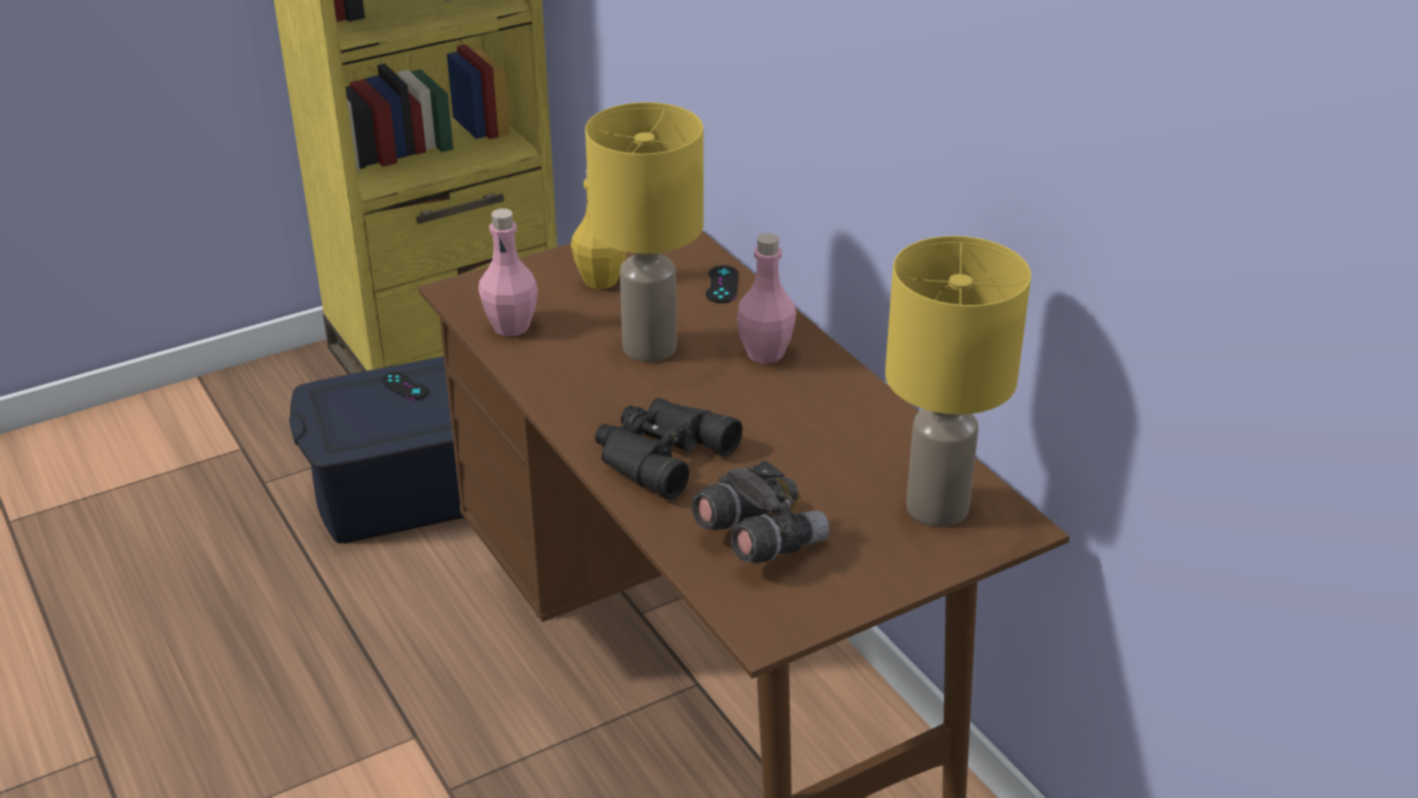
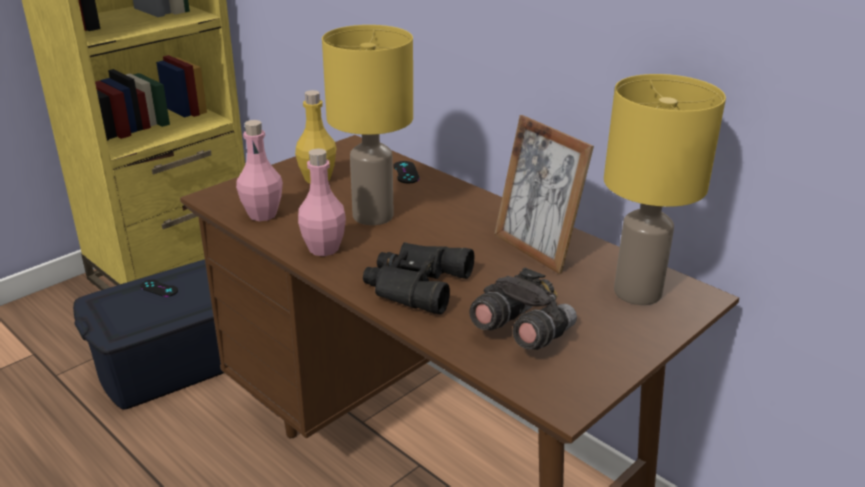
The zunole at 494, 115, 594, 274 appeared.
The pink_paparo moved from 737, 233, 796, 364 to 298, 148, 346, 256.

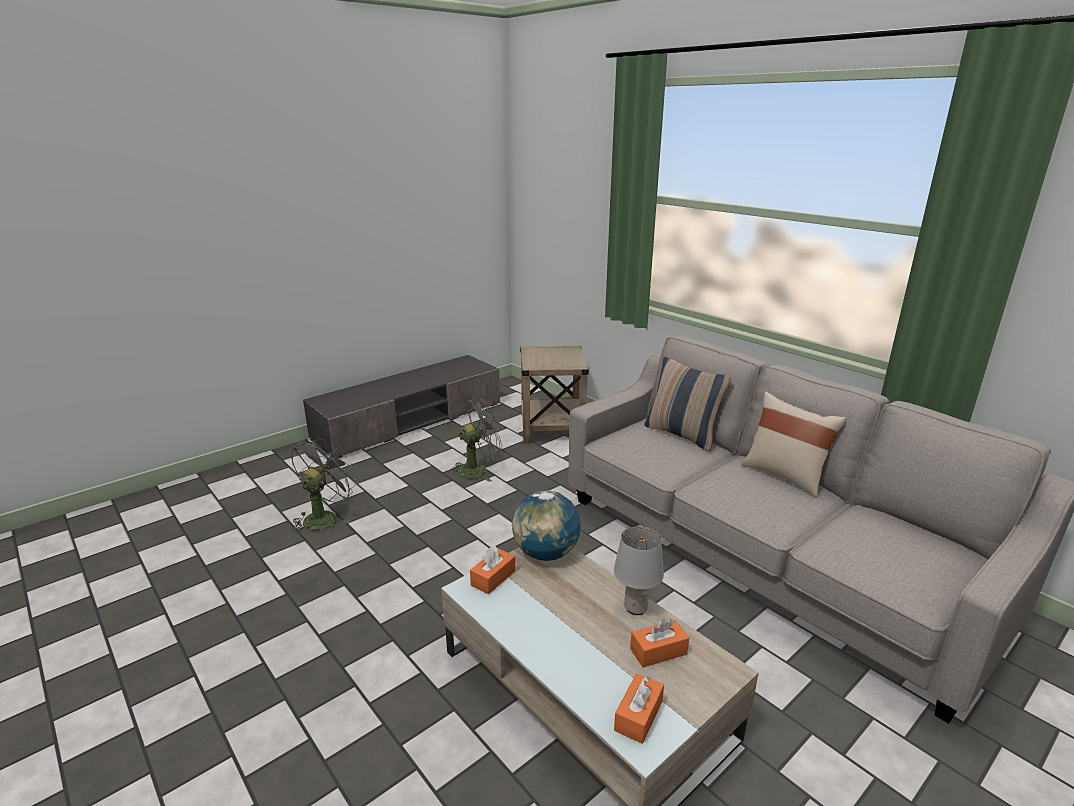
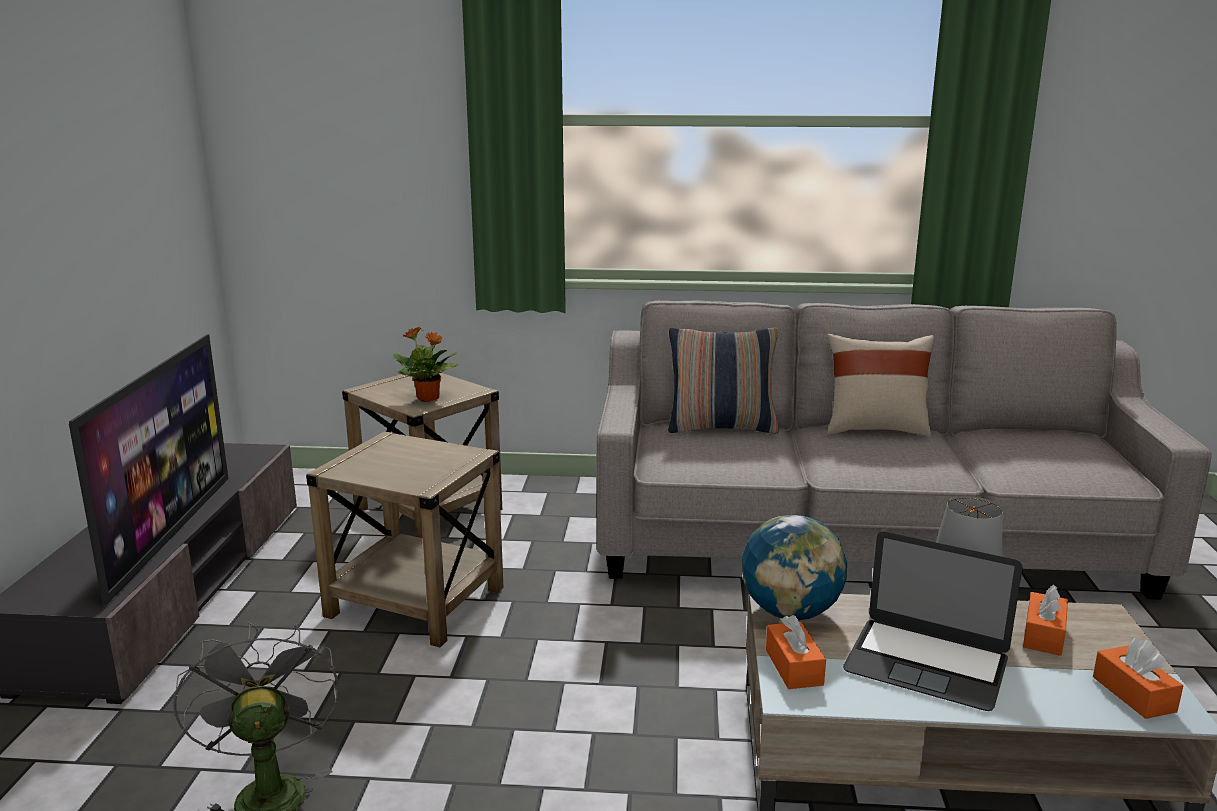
The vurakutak at 69, 334, 229, 605 appeared.
The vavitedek at 392, 327, 458, 402 appeared.
The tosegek at 843, 532, 1022, 711 appeared.
The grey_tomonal at 448, 398, 502, 481 was replaced by the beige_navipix at 306, 431, 503, 647.

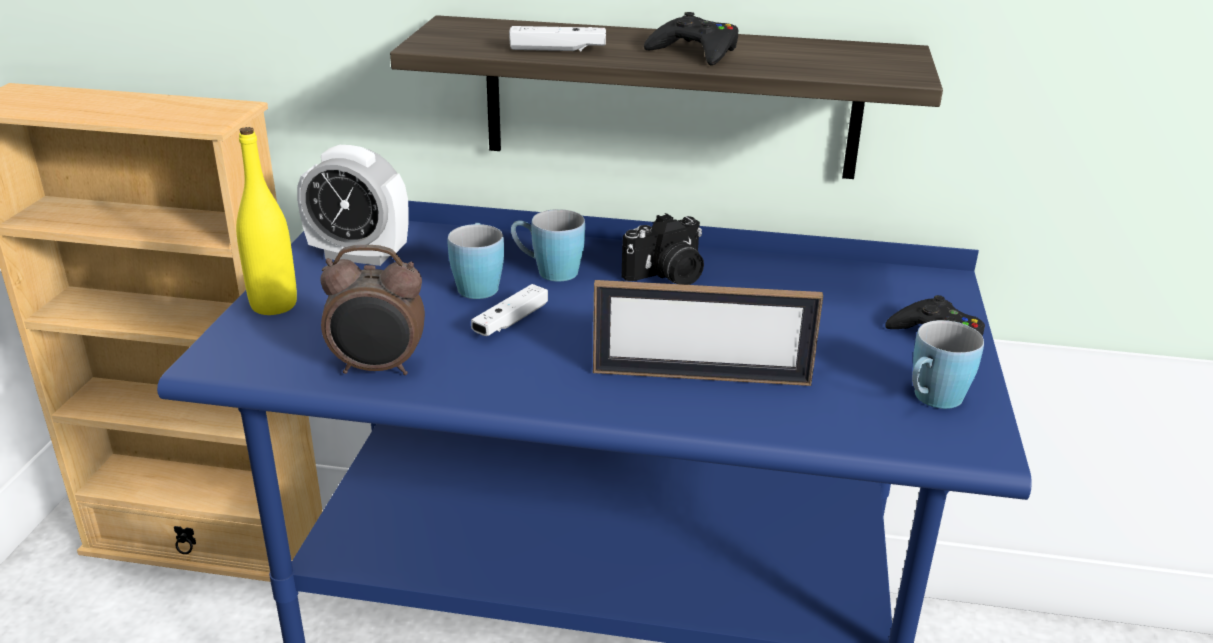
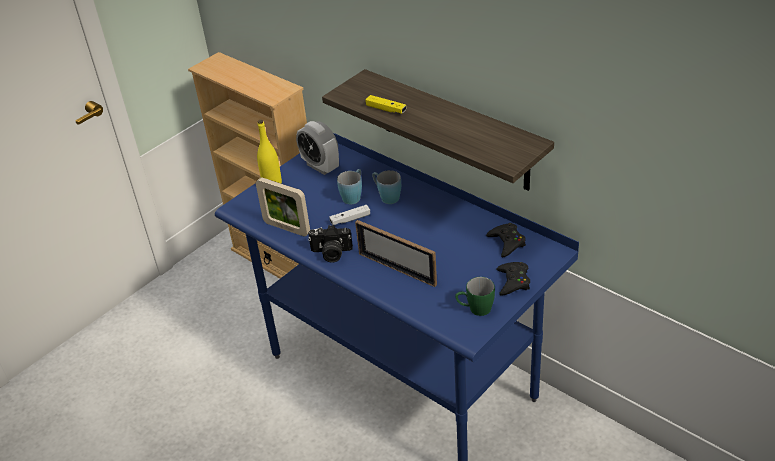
The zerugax moved from 621, 213, 704, 285 to 308, 225, 353, 262.
The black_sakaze moved from 644, 12, 739, 65 to 486, 223, 526, 257.
The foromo at 320, 245, 425, 375 was replaced by the zunole at 256, 177, 310, 237.
The white_sakaze at 509, 26, 606, 51 became the yellow_sakaze at 365, 95, 406, 114.
The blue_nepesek at 912, 320, 984, 409 became the green_nepesek at 455, 277, 495, 316.

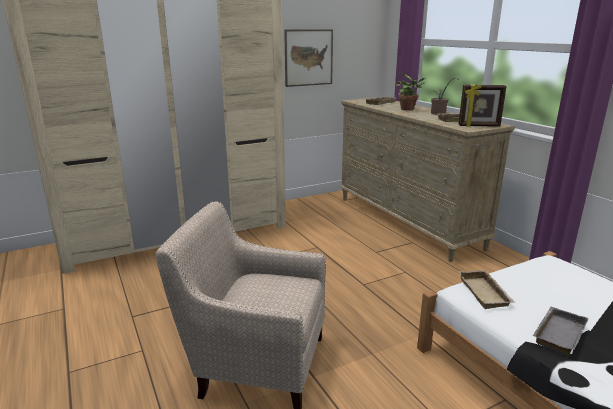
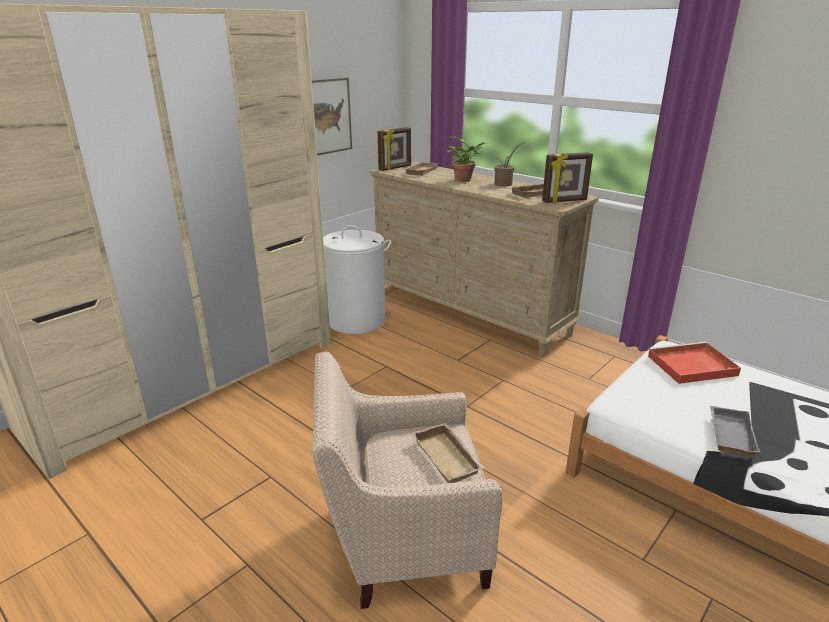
The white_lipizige at 323, 225, 391, 334 appeared.
The zunole at 378, 127, 411, 171 appeared.
The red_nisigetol at 648, 342, 741, 384 appeared.
The beige_nisigetol moved from 458, 270, 515, 309 to 412, 423, 485, 483.

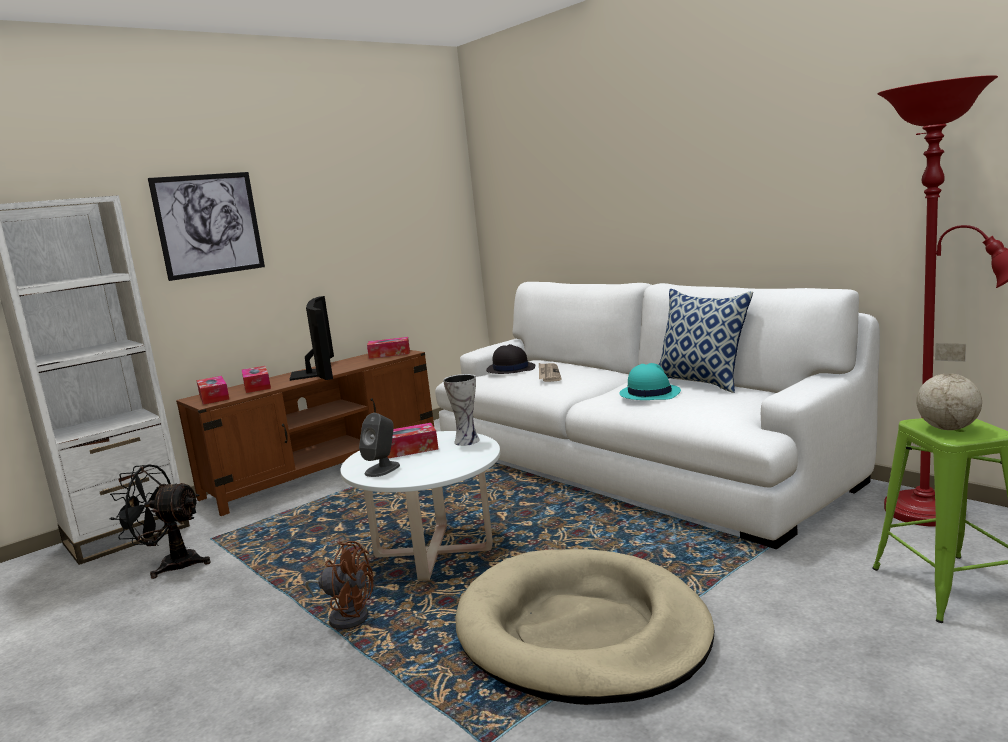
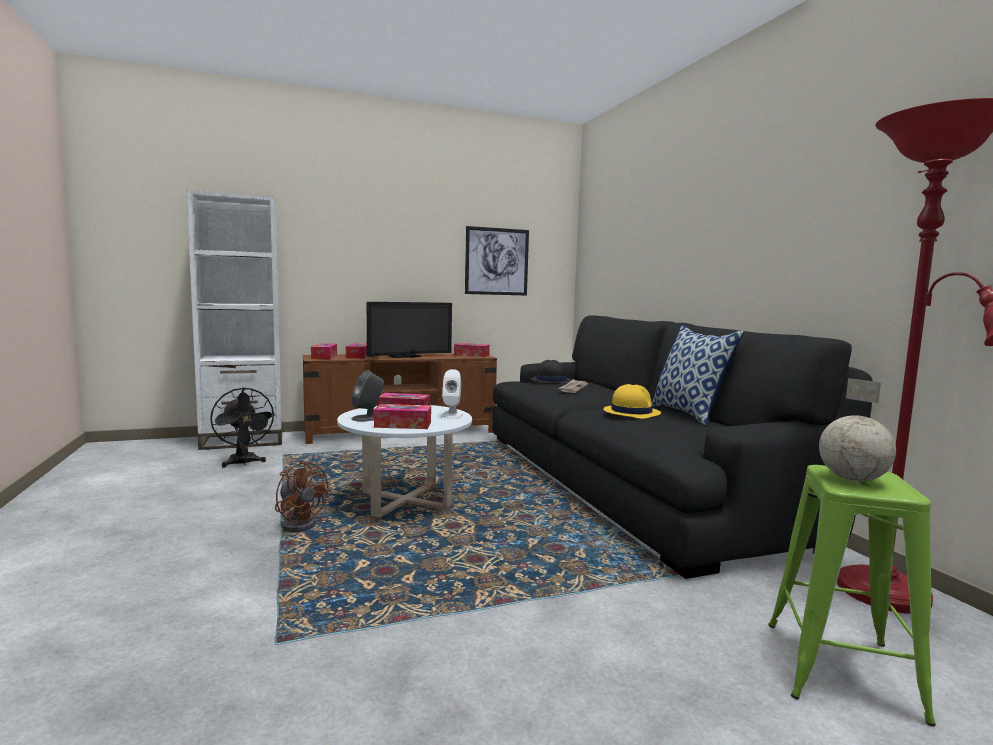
The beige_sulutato at 455, 549, 714, 705 disappeared.
The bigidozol at 374, 404, 431, 429 appeared.
The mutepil moved from 148, 172, 265, 281 to 465, 226, 529, 296.
The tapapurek at 443, 374, 480, 446 was replaced by the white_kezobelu at 441, 369, 463, 419.
The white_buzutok at 435, 282, 880, 549 became the black_buzutok at 492, 315, 873, 579.
The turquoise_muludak at 619, 363, 681, 400 became the yellow_muludak at 603, 384, 661, 419.
The black_tomonal at 110, 464, 211, 579 turned 150 degrees counterclockwise.
The vurakutak at 290, 296, 334, 381 turned 45 degrees clockwise.

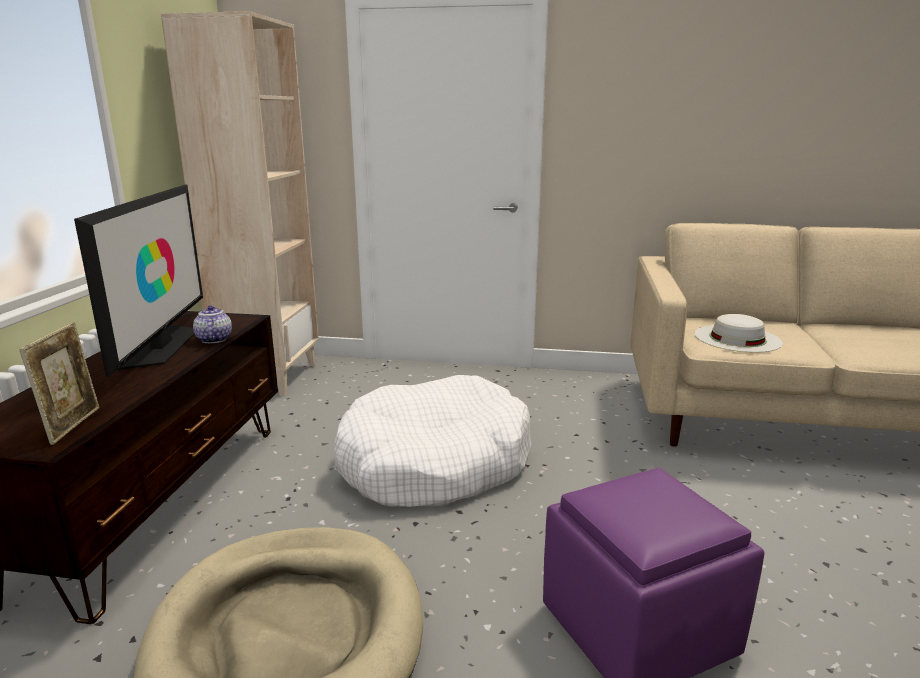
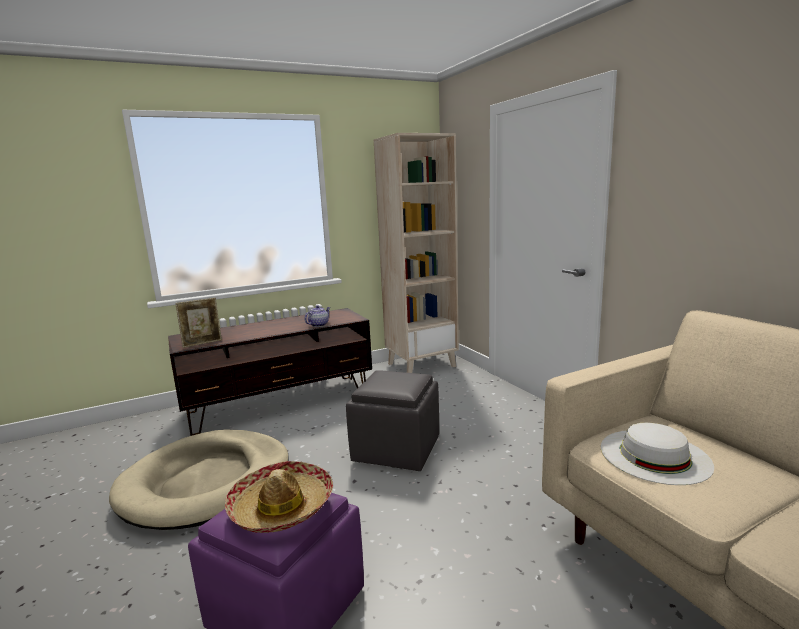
The vurakutak at 74, 185, 203, 377 disappeared.
The muludak at 225, 461, 333, 533 appeared.
The white_sulutato at 334, 375, 531, 507 was replaced by the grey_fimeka at 346, 370, 439, 471.

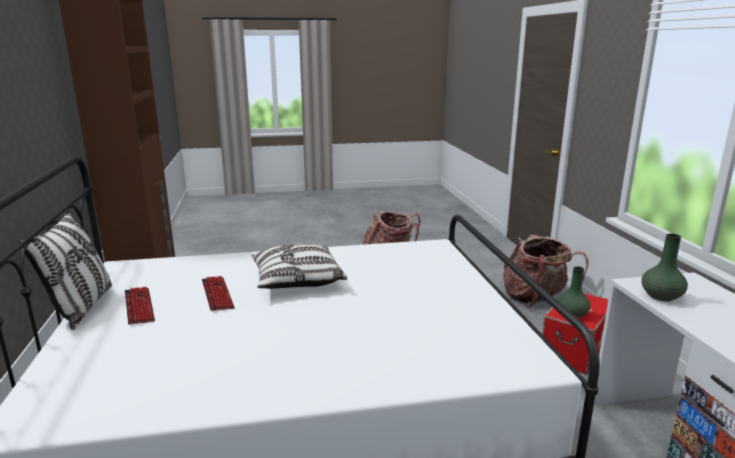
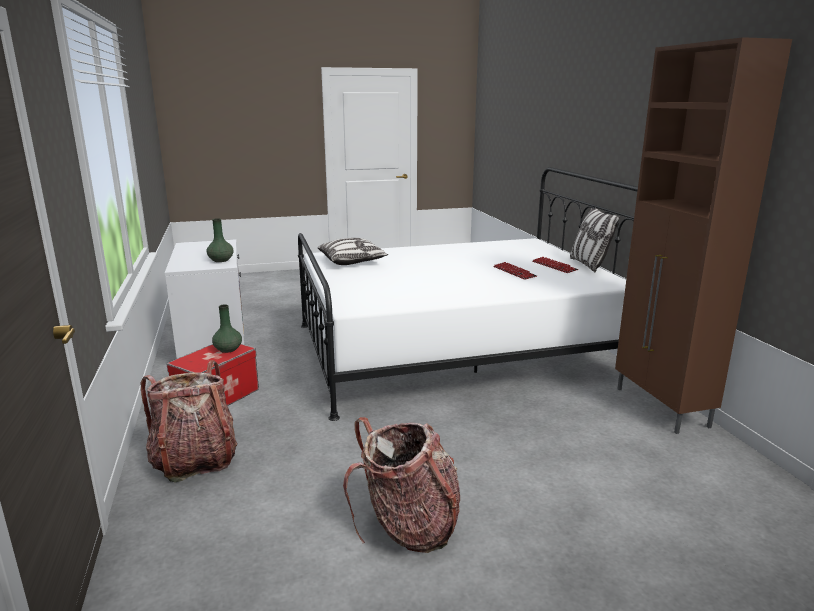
The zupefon moved from 252, 244, 347, 289 to 318, 238, 388, 265.

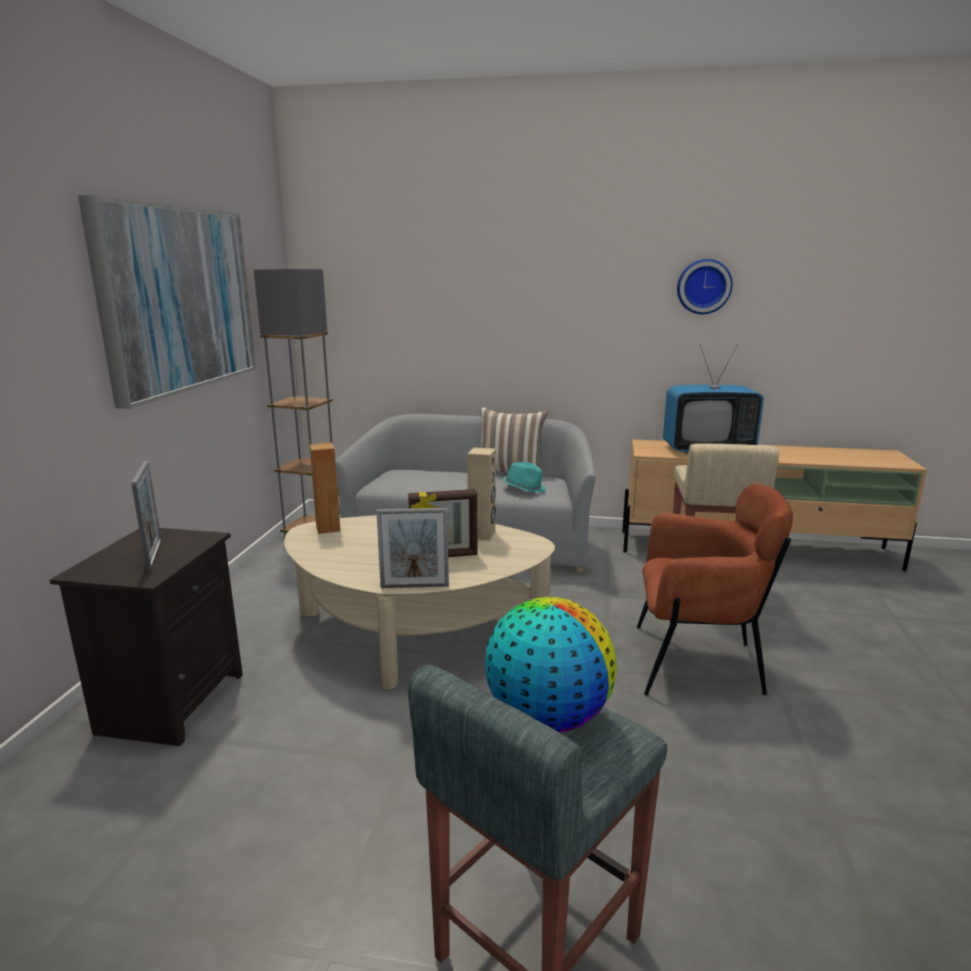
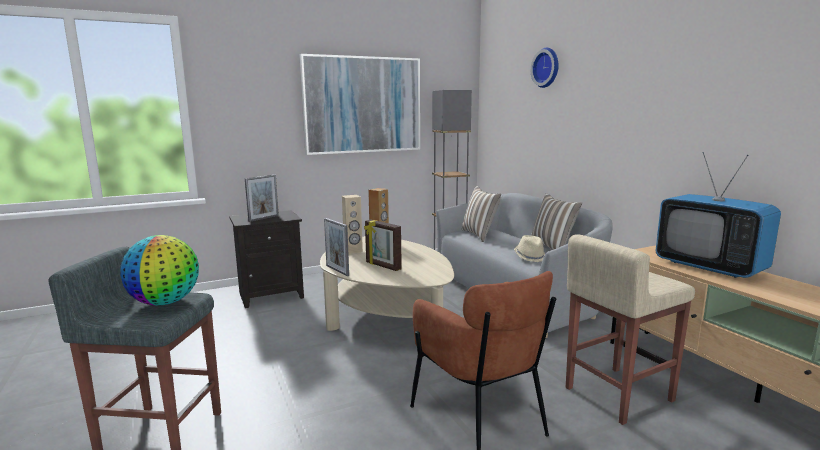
The zupefon at 462, 186, 501, 242 appeared.
The beige_kezobelu moved from 467, 448, 496, 540 to 342, 195, 363, 254.
The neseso moved from 677, 259, 733, 314 to 531, 48, 559, 88.
The turquoise_muludak at 502, 462, 546, 493 became the beige_muludak at 514, 235, 545, 262.

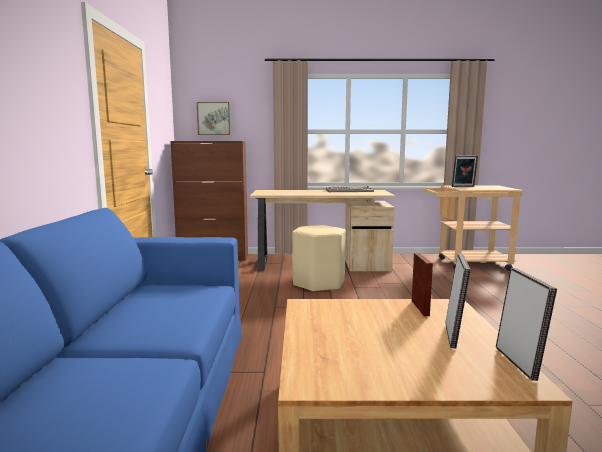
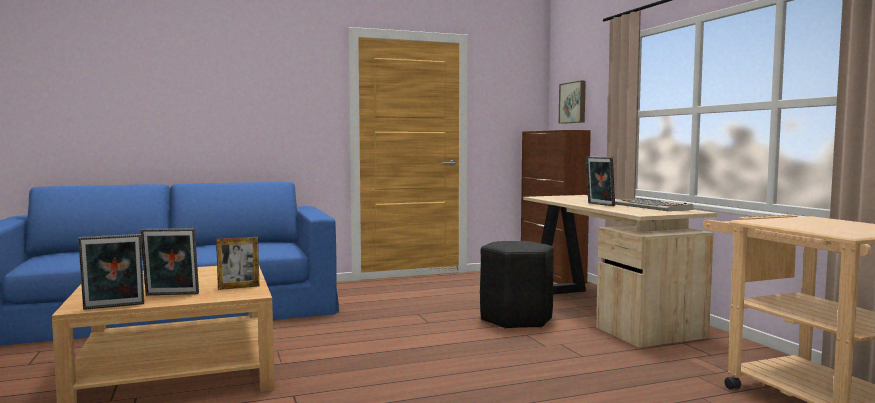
The zunole moved from 452, 156, 478, 187 to 586, 157, 615, 206.
The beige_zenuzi at 292, 225, 346, 292 became the black_zenuzi at 480, 241, 554, 329.

